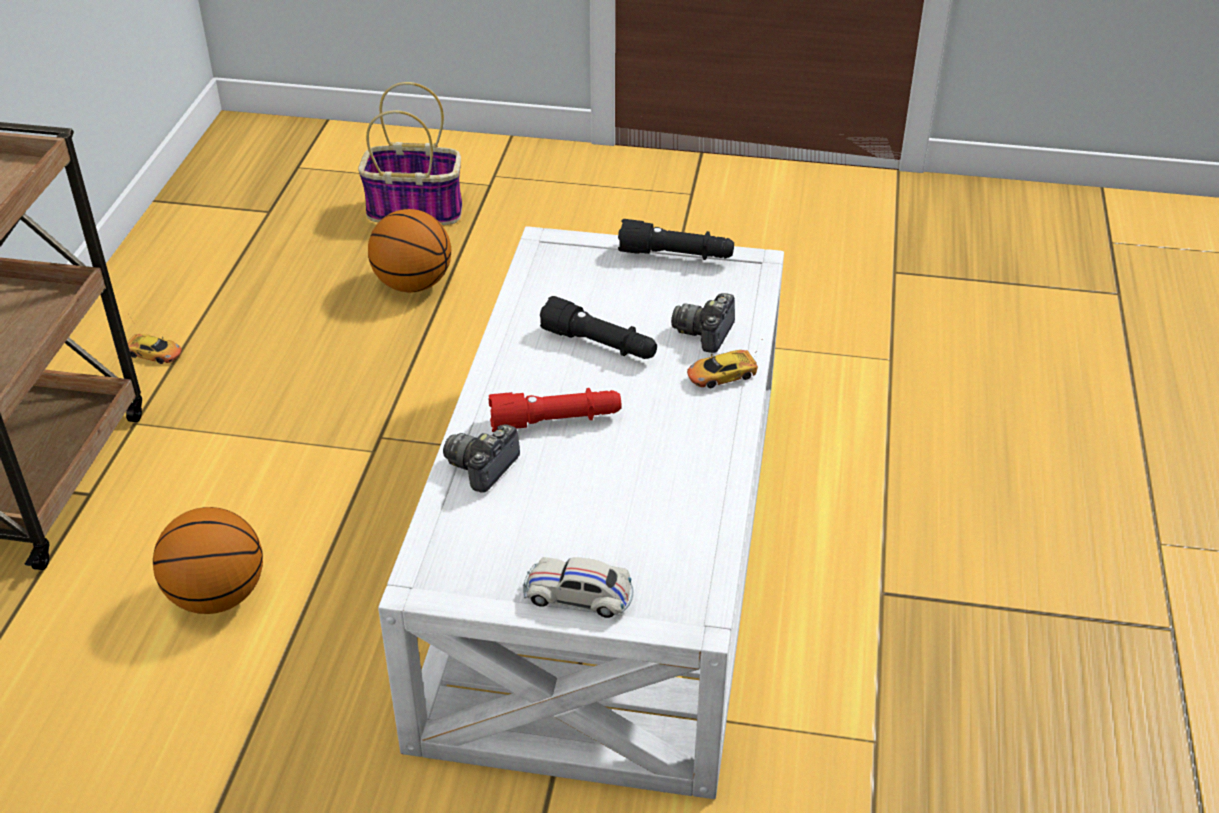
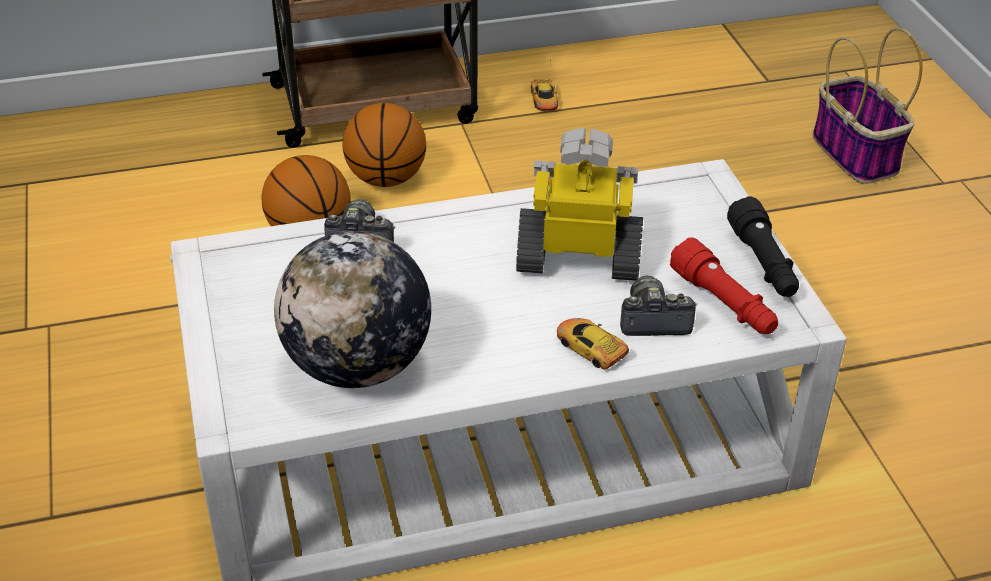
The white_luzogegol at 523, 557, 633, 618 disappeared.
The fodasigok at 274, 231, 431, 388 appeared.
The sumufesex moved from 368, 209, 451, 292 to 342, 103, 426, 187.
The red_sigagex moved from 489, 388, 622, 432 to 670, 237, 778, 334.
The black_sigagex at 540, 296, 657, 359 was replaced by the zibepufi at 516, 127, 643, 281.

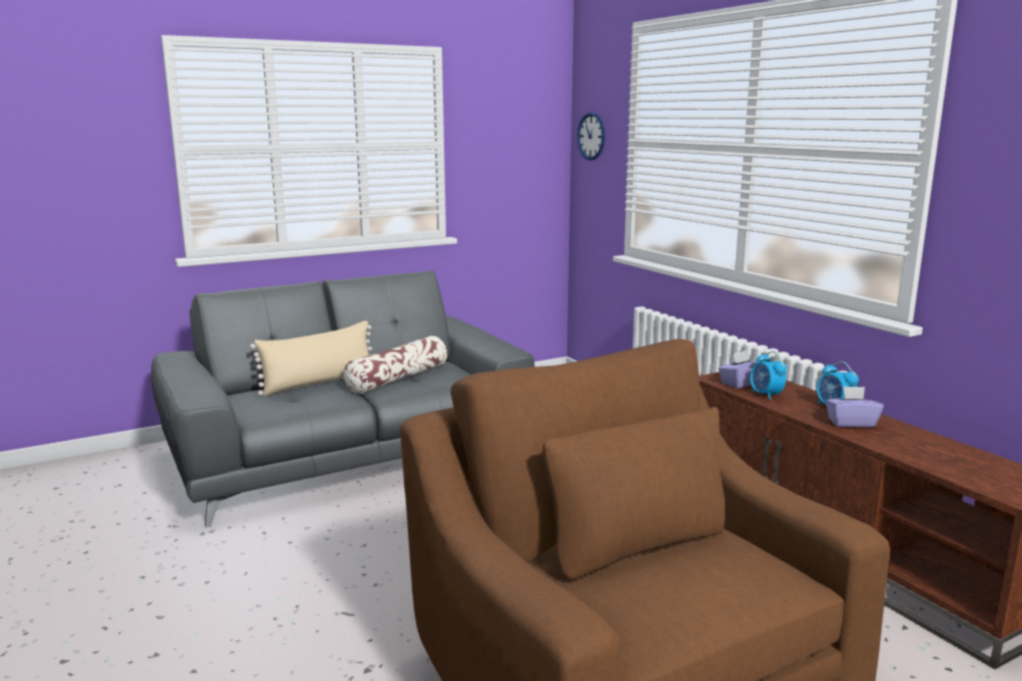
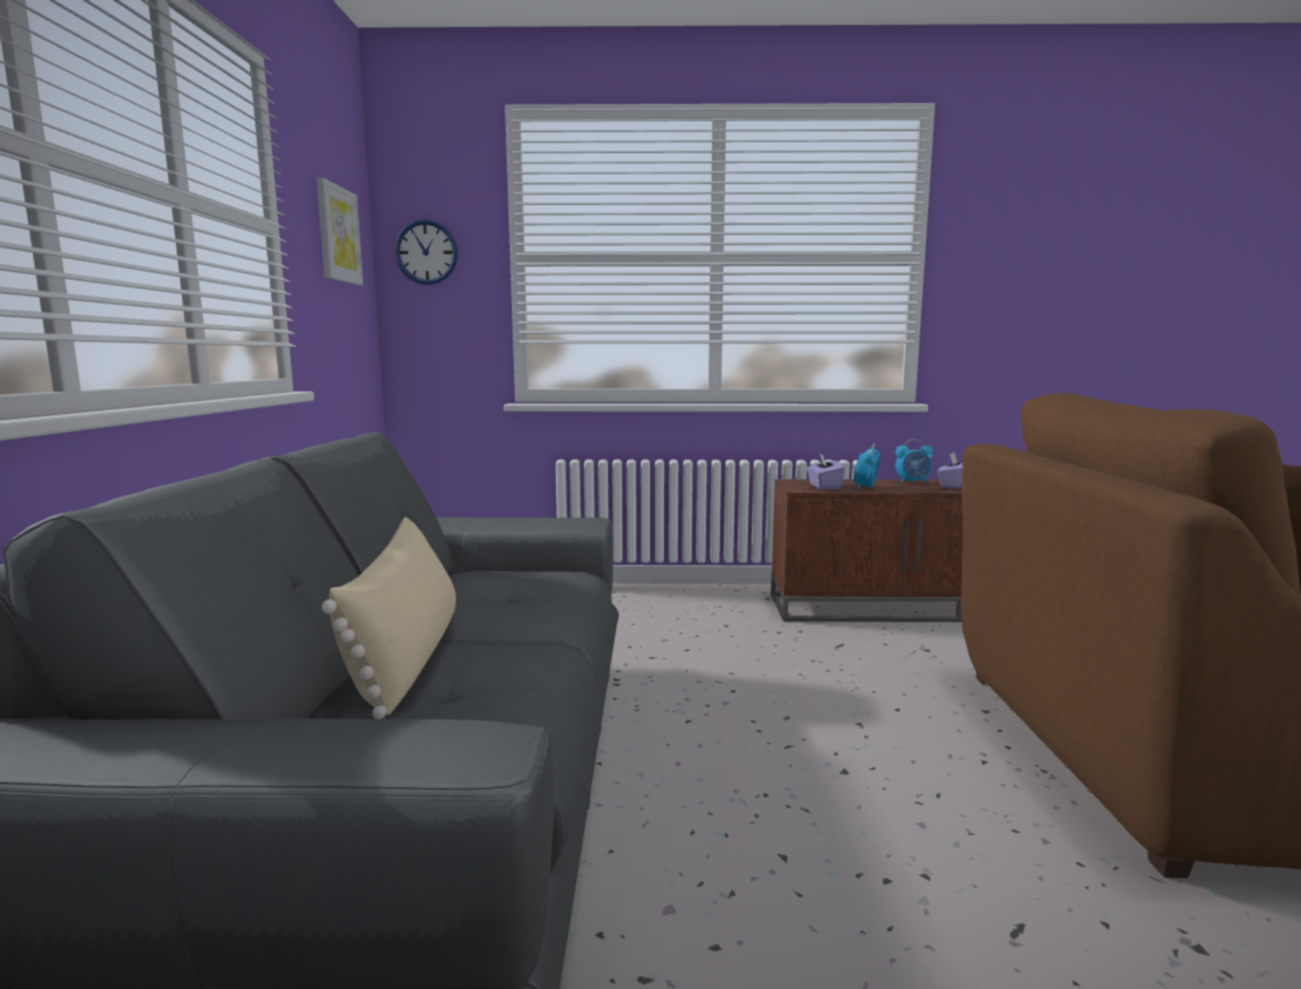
The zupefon at 344, 336, 447, 394 disappeared.
The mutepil at 316, 177, 363, 285 appeared.
The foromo at 750, 351, 787, 400 turned 105 degrees clockwise.

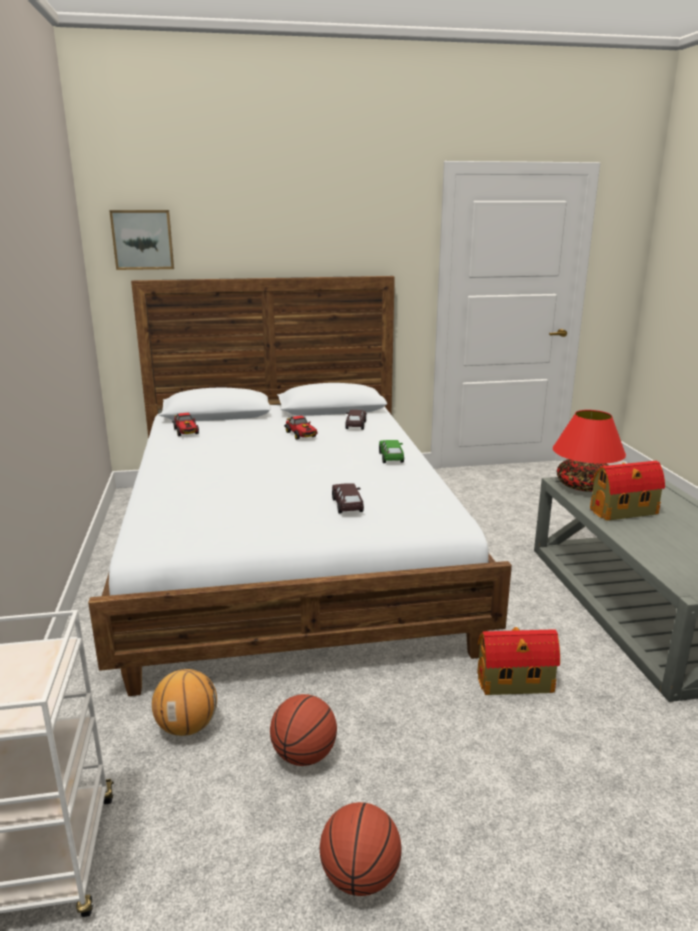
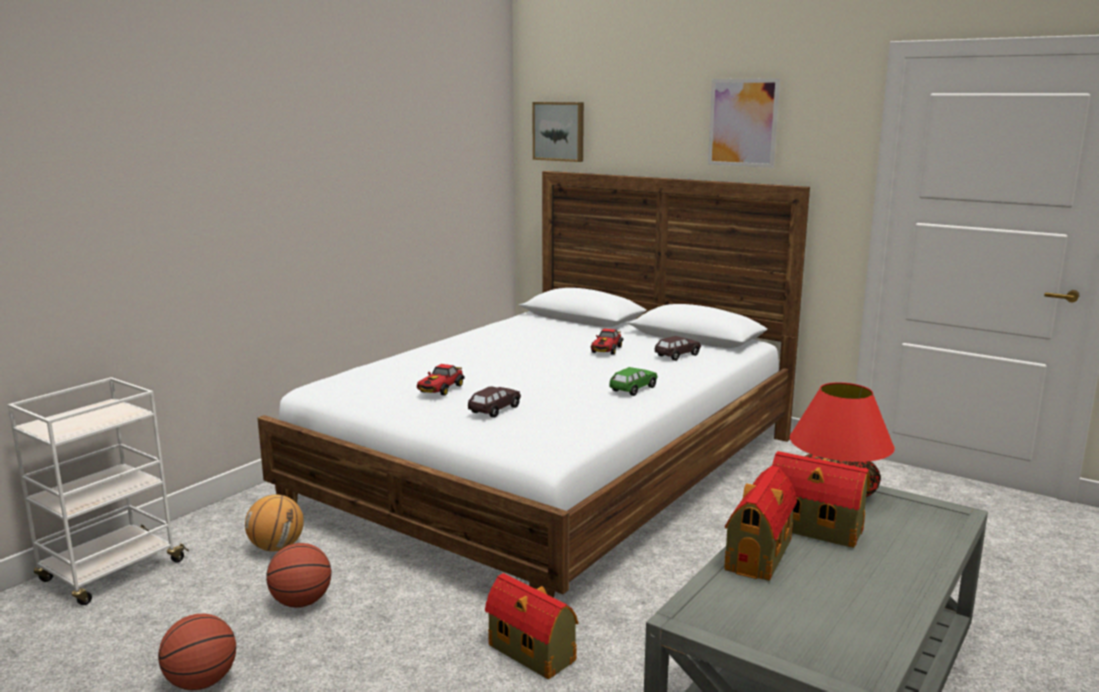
The mutepil at 708, 78, 780, 168 appeared.
The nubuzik at 724, 466, 797, 581 appeared.
The luzogegol moved from 172, 413, 199, 436 to 417, 364, 465, 396.

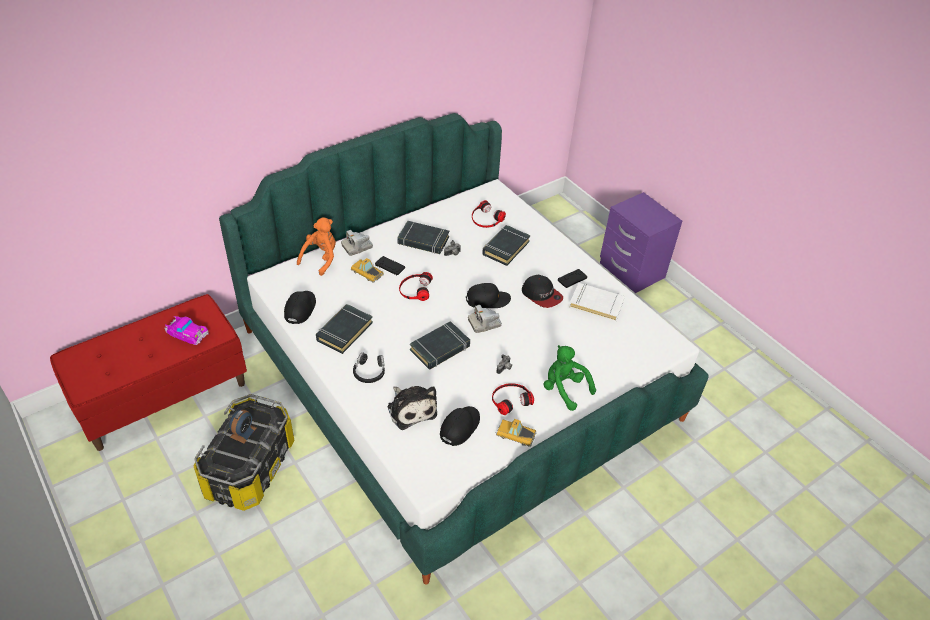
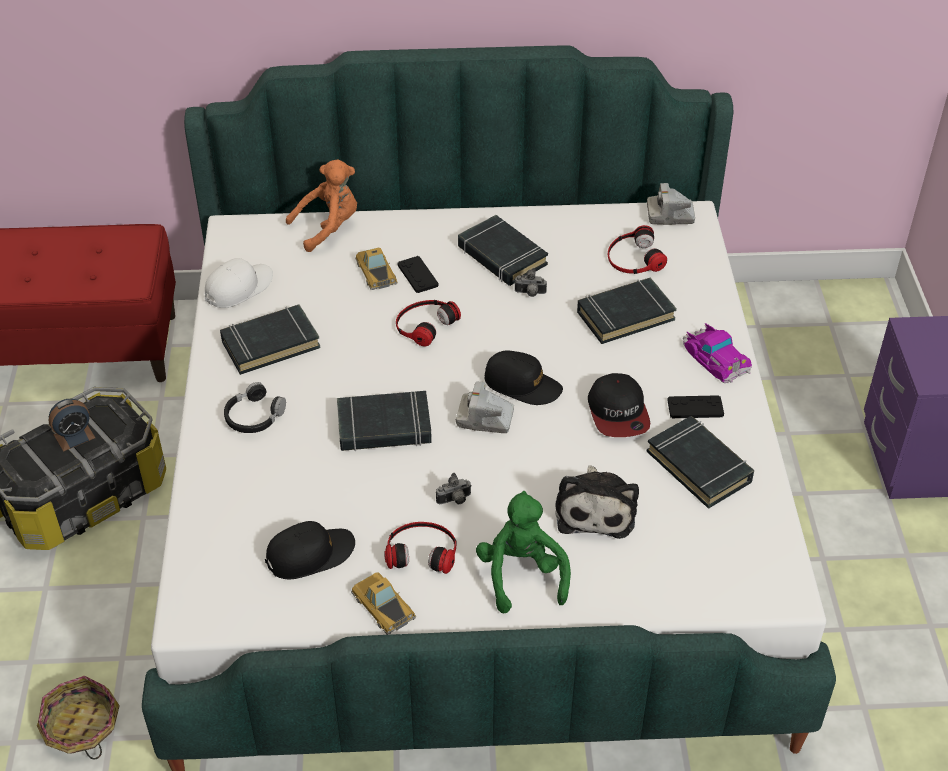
The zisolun at 37, 676, 120, 759 appeared.
The luzogegol moved from 164, 316, 209, 345 to 683, 323, 752, 383.
The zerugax moved from 341, 230, 373, 256 to 647, 183, 695, 225.
The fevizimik moved from 387, 386, 437, 430 to 555, 465, 639, 539.
The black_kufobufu at 284, 291, 316, 324 became the white_kufobufu at 205, 258, 273, 308.
The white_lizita at 569, 283, 625, 322 became the black_lizita at 647, 416, 754, 509.

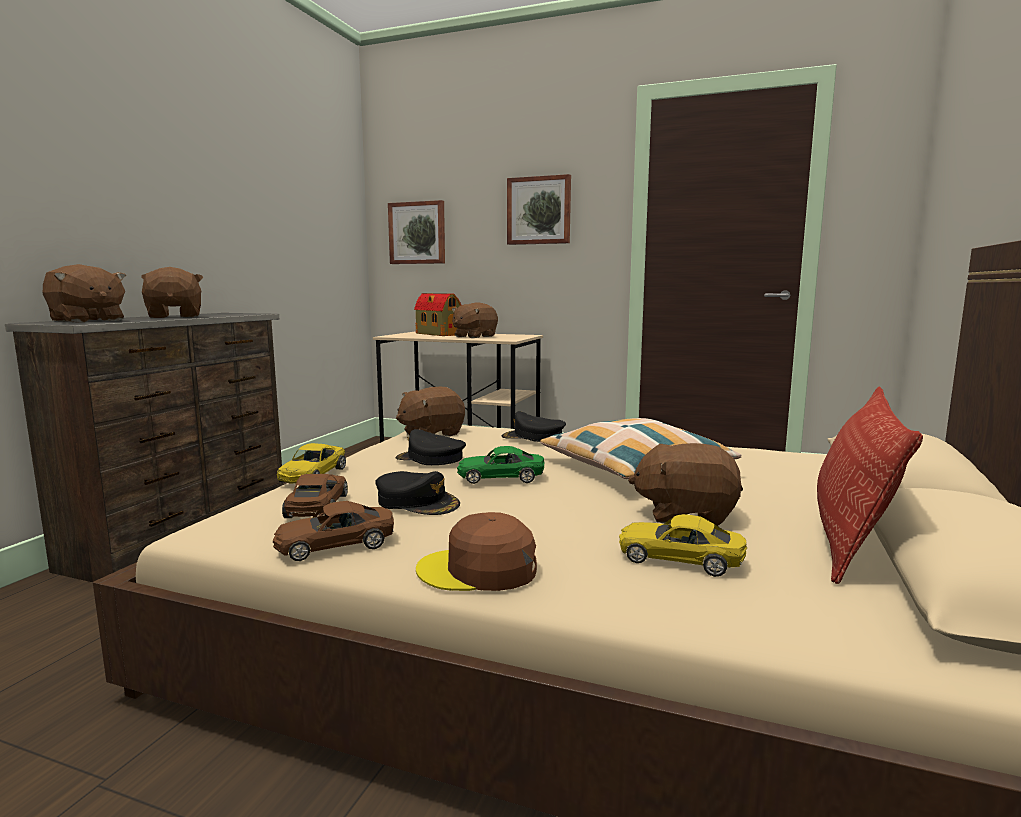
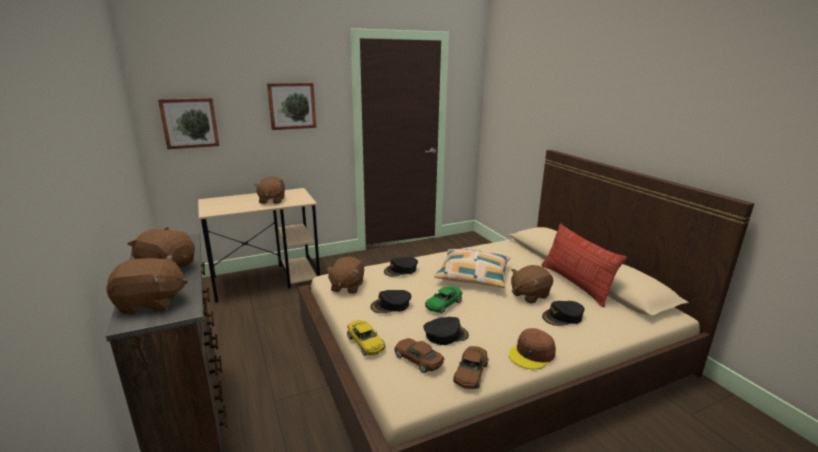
The nubuzik at 414, 293, 461, 336 disappeared.
The yellow_luzogegol at 619, 514, 747, 577 was replaced by the black_kufobufu at 542, 301, 585, 326.

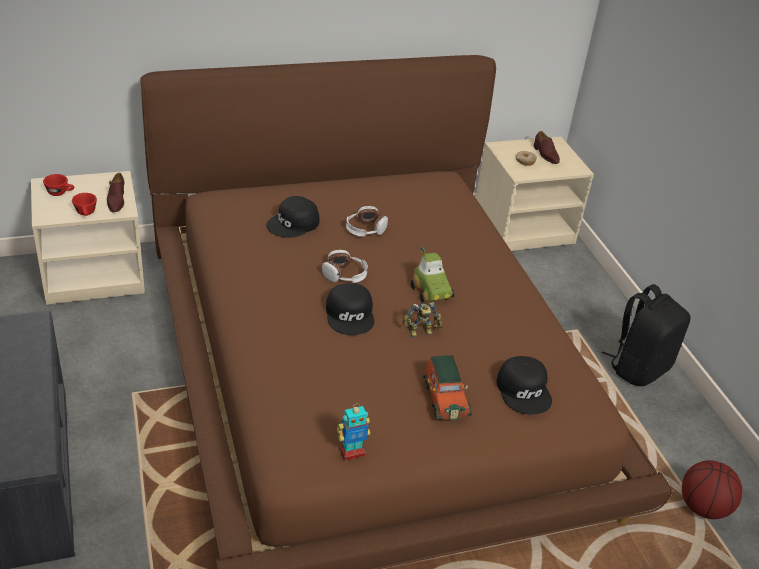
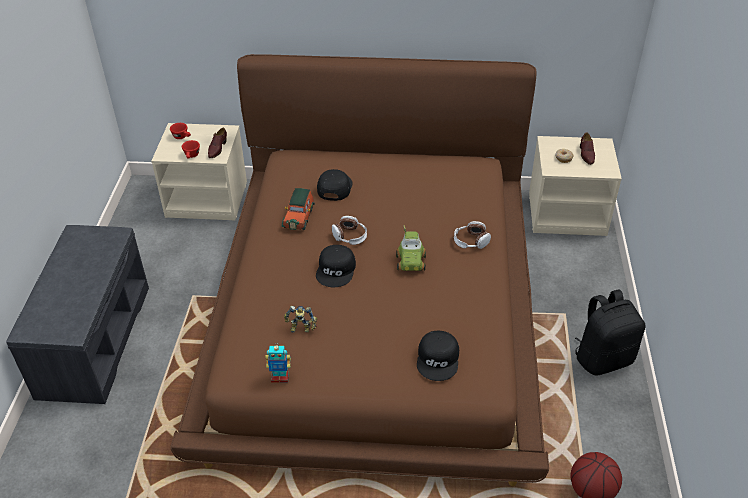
The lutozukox moved from 346, 206, 388, 237 to 454, 221, 491, 249.
The zibepufi moved from 402, 302, 442, 337 to 284, 306, 317, 333.
The luzogegol moved from 423, 355, 472, 420 to 282, 188, 315, 230.
The black_kufobufu at 266, 196, 320, 238 turned 120 degrees clockwise.

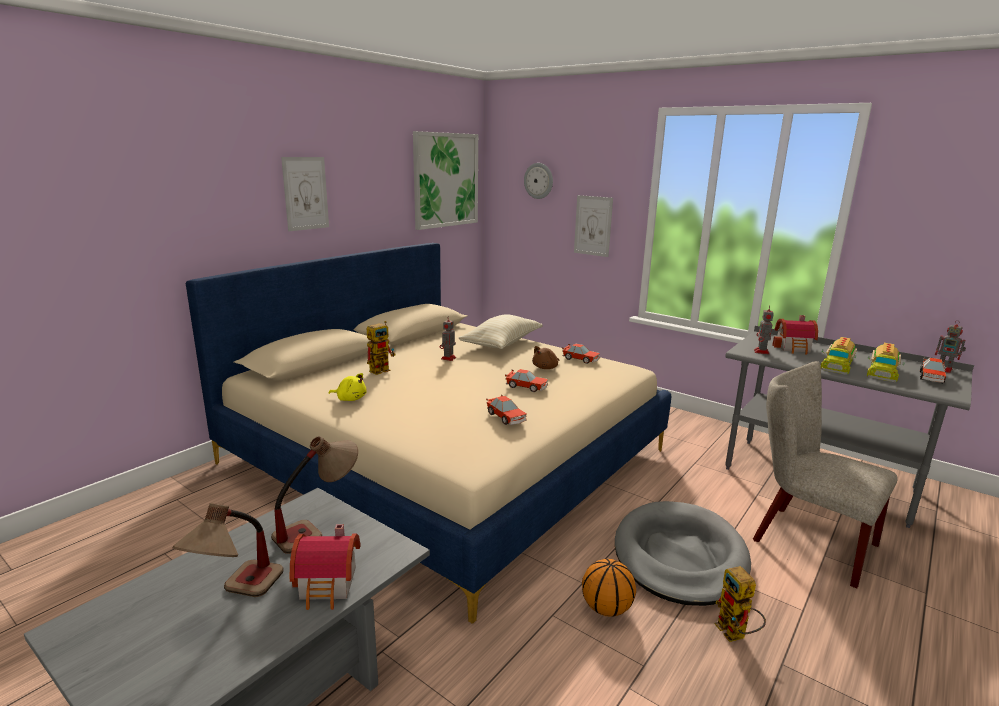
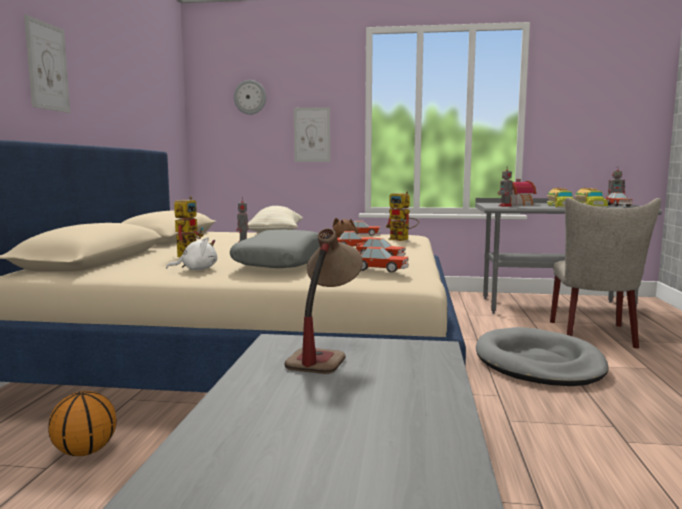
The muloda at 173, 503, 284, 597 disappeared.
The nubuzik at 290, 524, 361, 610 disappeared.
The mutepil at 413, 131, 478, 230 disappeared.
The grey_zupefon at 230, 230, 321, 268 appeared.
The luzogegol at 358, 247, 409, 273 appeared.
The sumufesex moved from 582, 559, 636, 617 to 48, 391, 117, 456.
The zibepufi moved from 715, 566, 766, 642 to 386, 191, 419, 241.
The yellow_fevizimik at 328, 373, 367, 401 became the white_fevizimik at 166, 237, 217, 270.
The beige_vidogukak at 753, 361, 898, 589 turned 90 degrees counterclockwise.

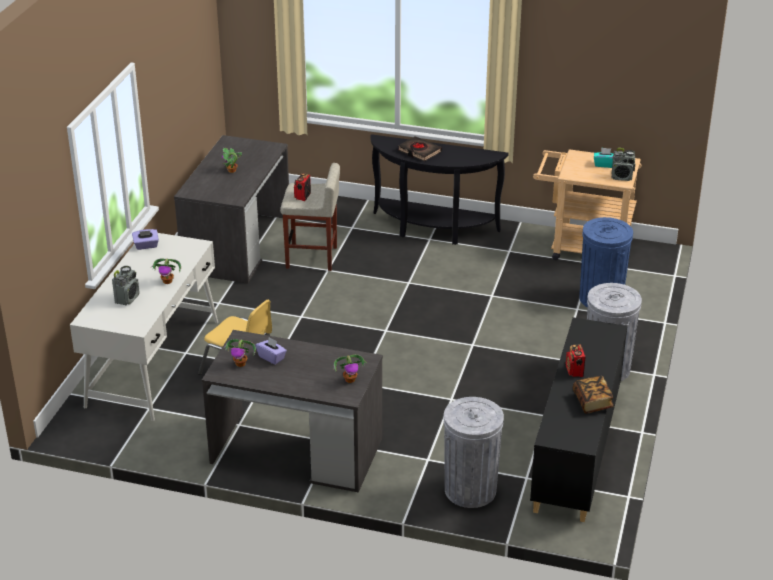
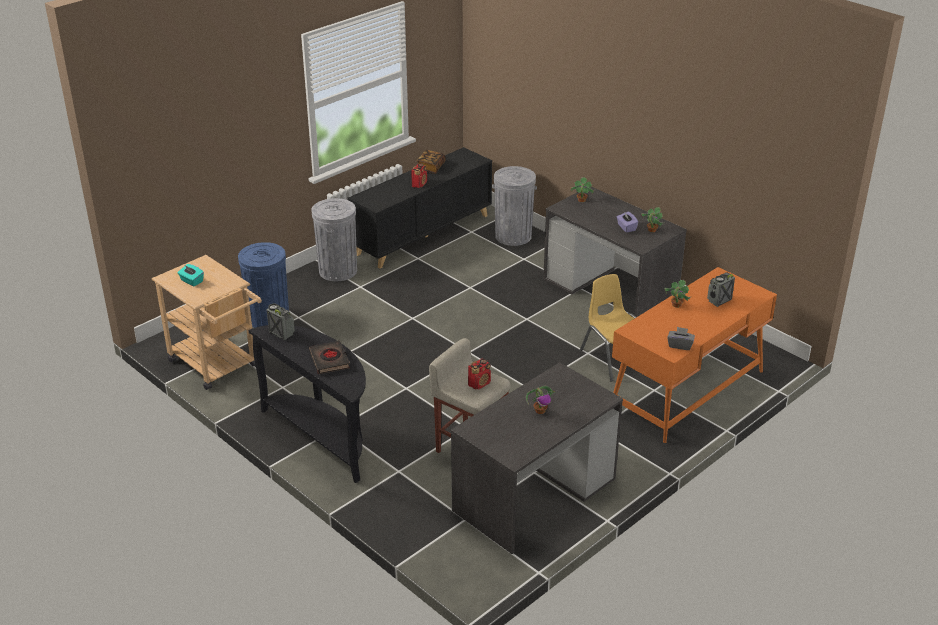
The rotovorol moved from 612, 148, 635, 181 to 267, 304, 295, 341.
The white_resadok at 70, 233, 218, 421 became the orange_resadok at 612, 267, 777, 443.
The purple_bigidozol at 132, 229, 159, 250 became the grey_bigidozol at 667, 327, 695, 350.

